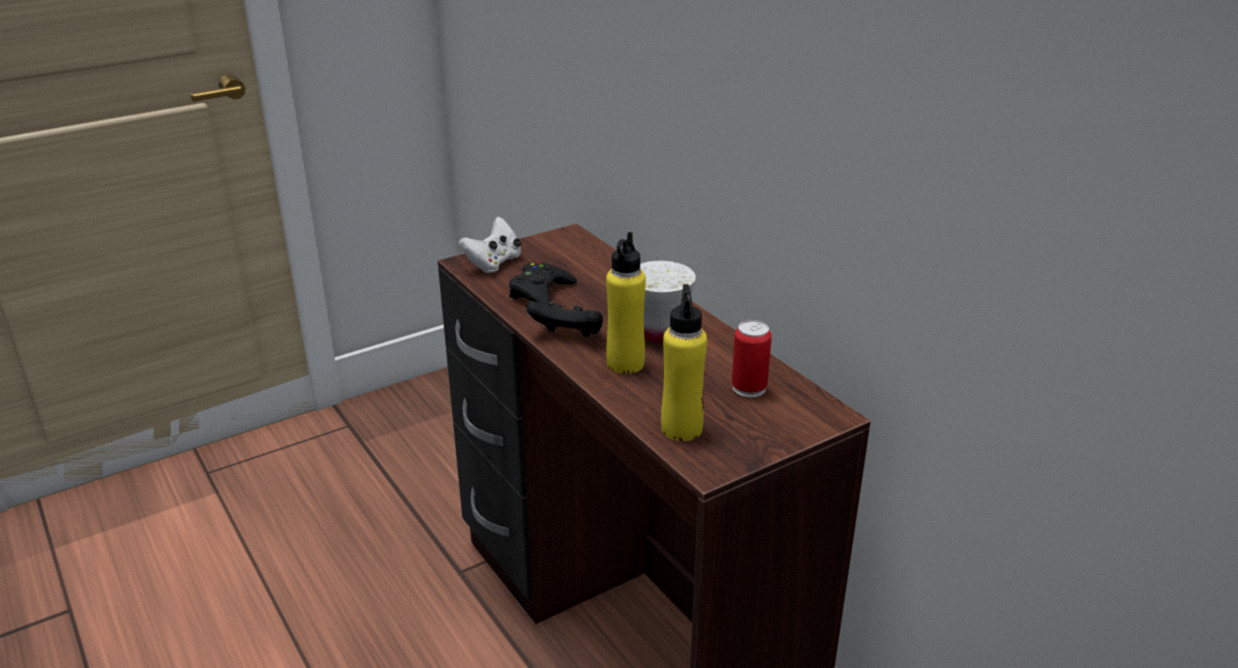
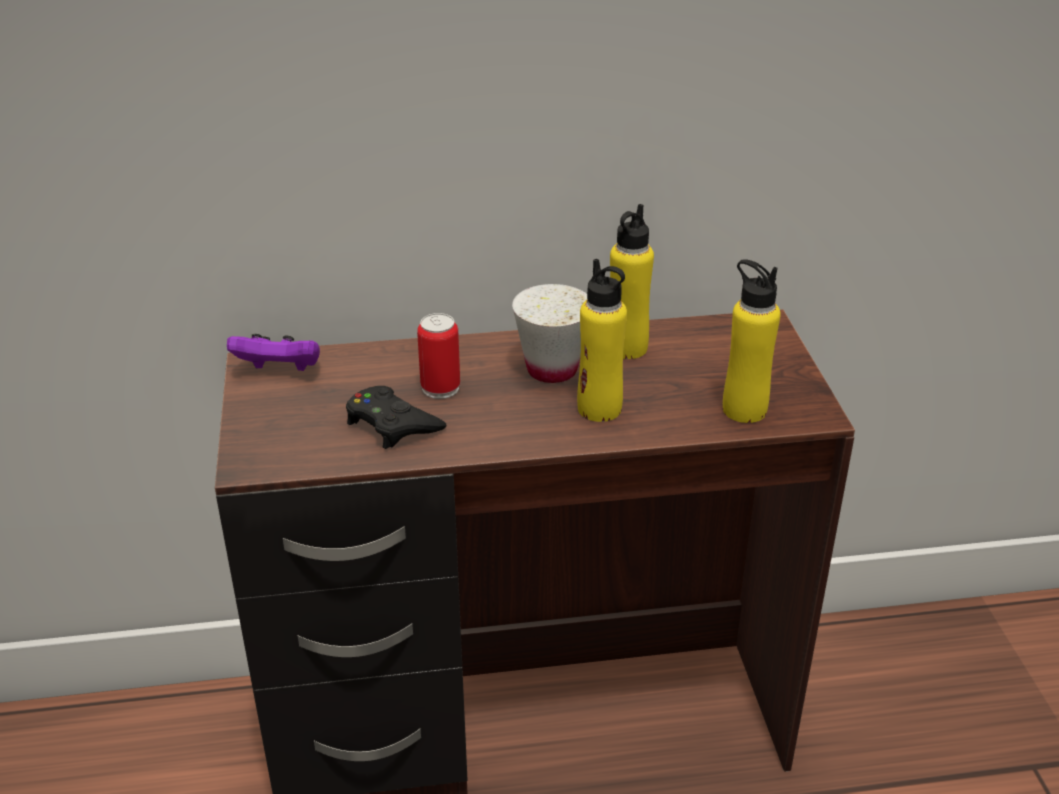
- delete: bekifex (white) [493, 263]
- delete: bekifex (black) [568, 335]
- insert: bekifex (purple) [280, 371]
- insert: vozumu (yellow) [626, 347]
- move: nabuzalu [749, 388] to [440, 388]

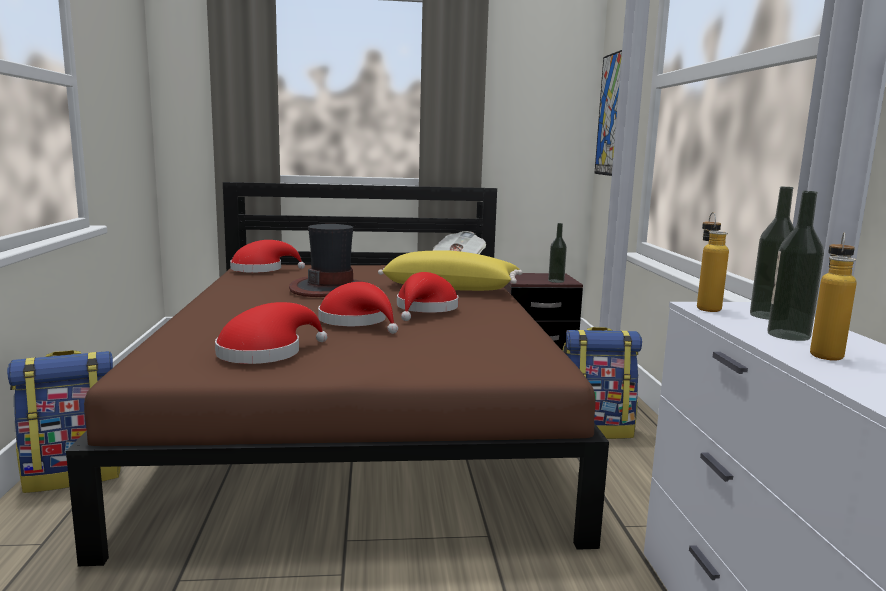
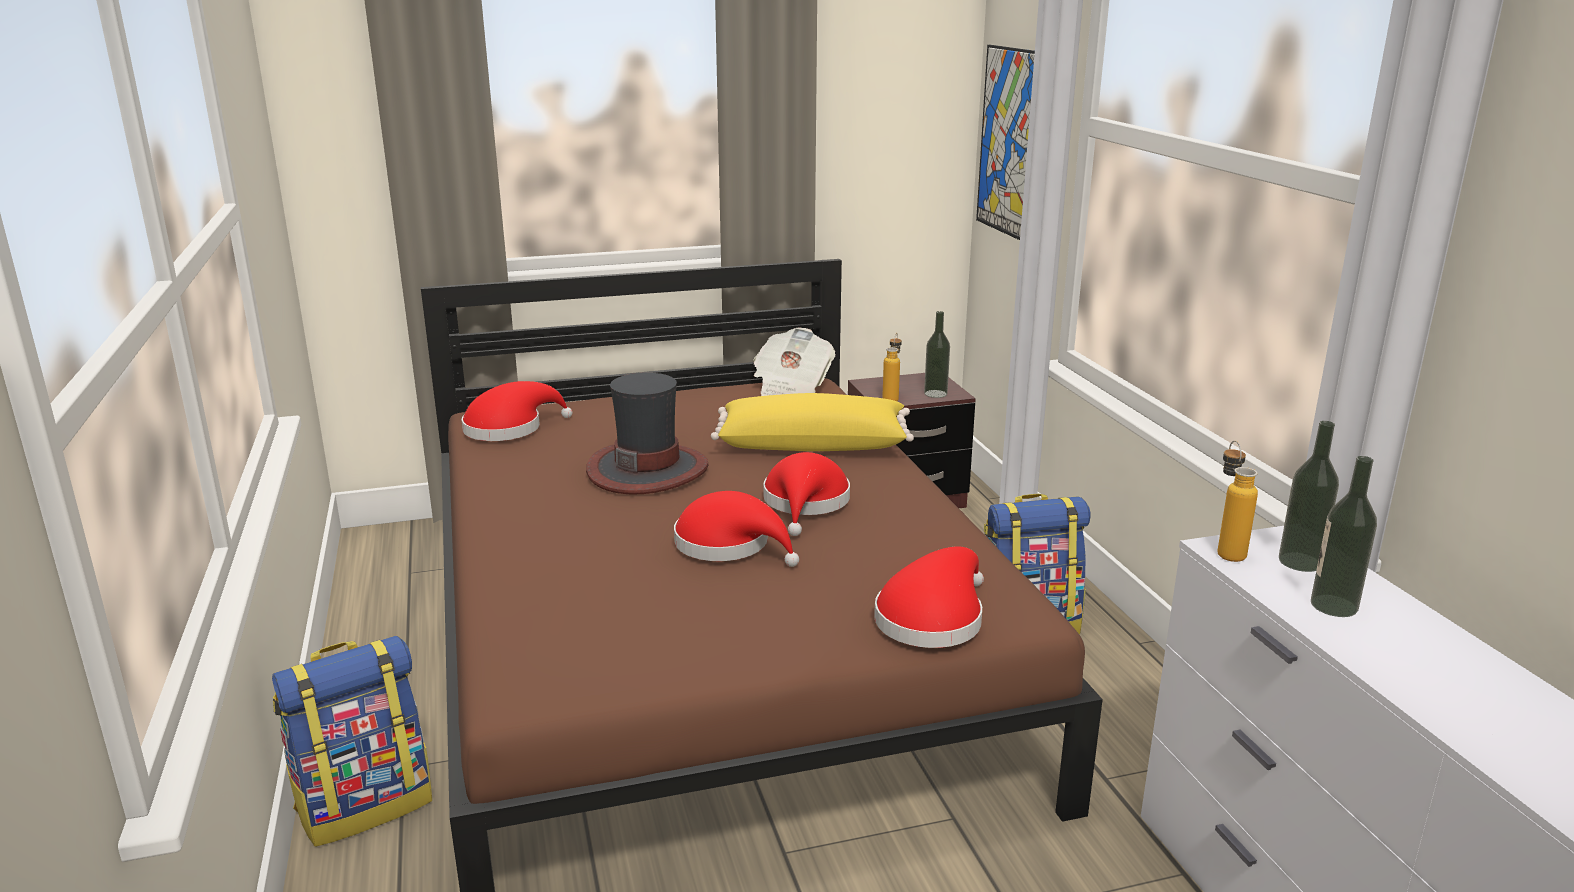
- move: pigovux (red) [265, 352] to [932, 618]
- move: vozumu [825, 353] to [891, 398]

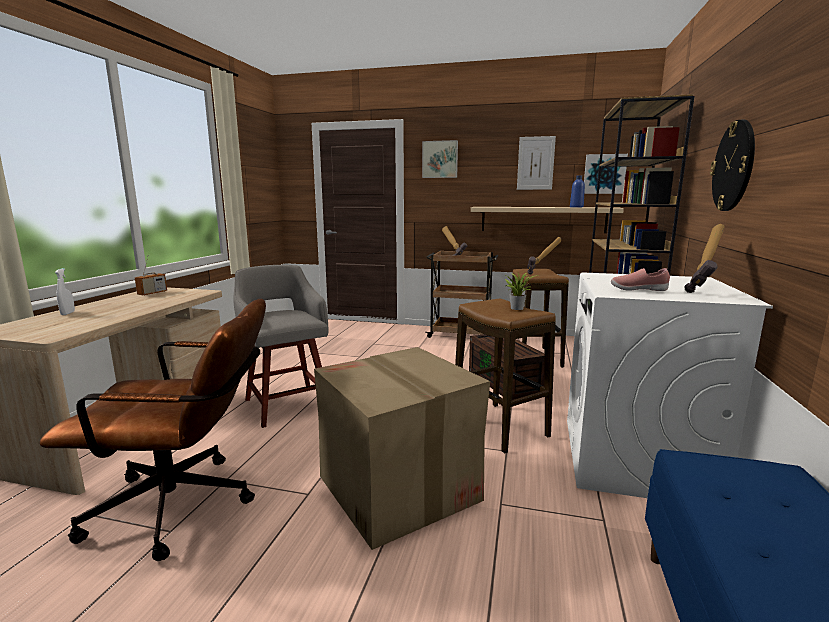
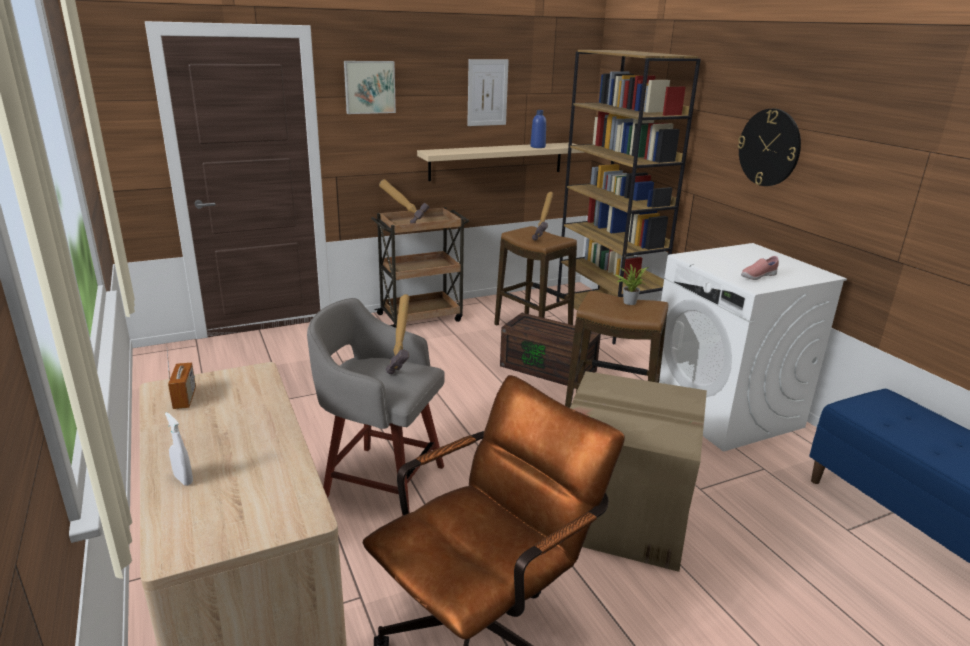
- delete: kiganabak [604, 174]
- move: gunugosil [706, 290] to [404, 363]

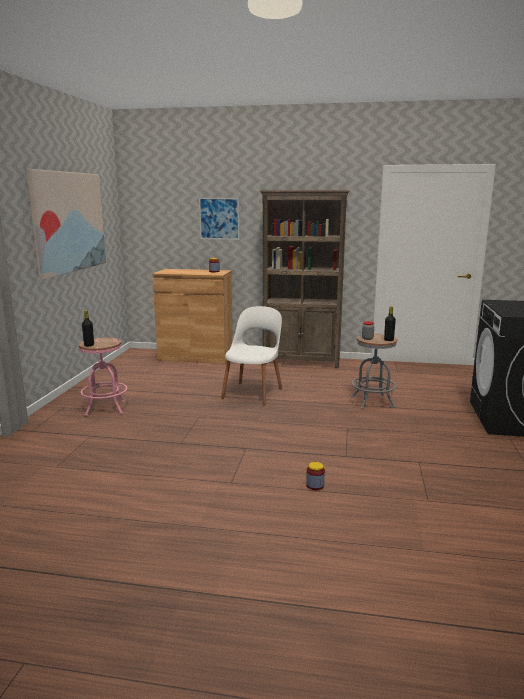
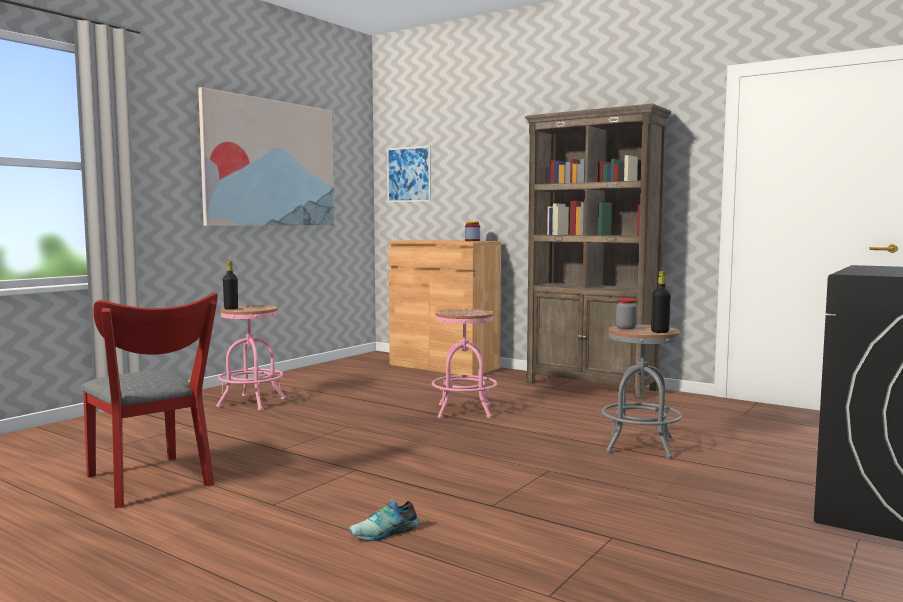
- insert: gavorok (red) [152, 483]
- move: kiganabak [219, 218] to [409, 174]
- replace: gavorok (white) [253, 392] to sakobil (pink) [464, 411]
- replace: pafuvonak [315, 485] to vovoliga [385, 532]

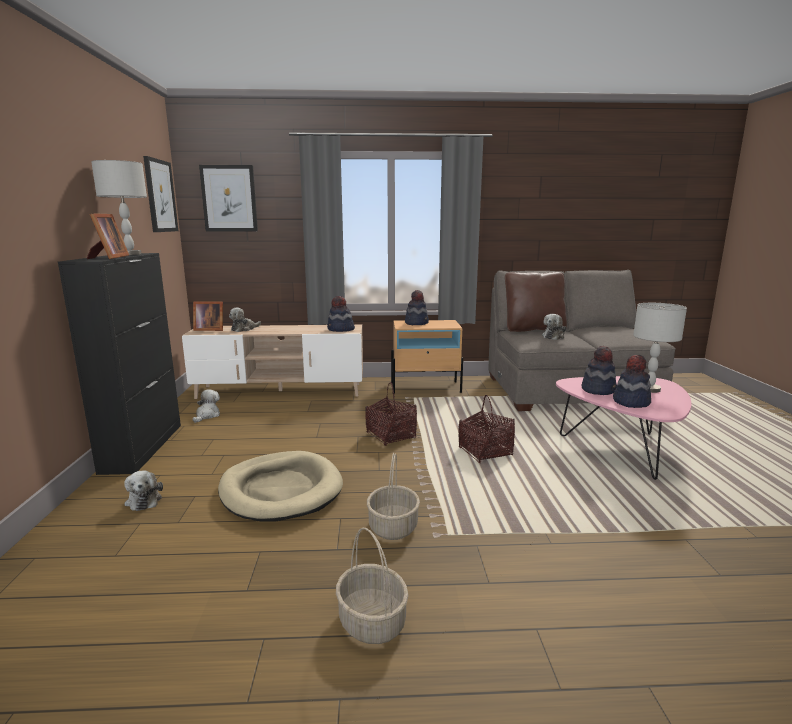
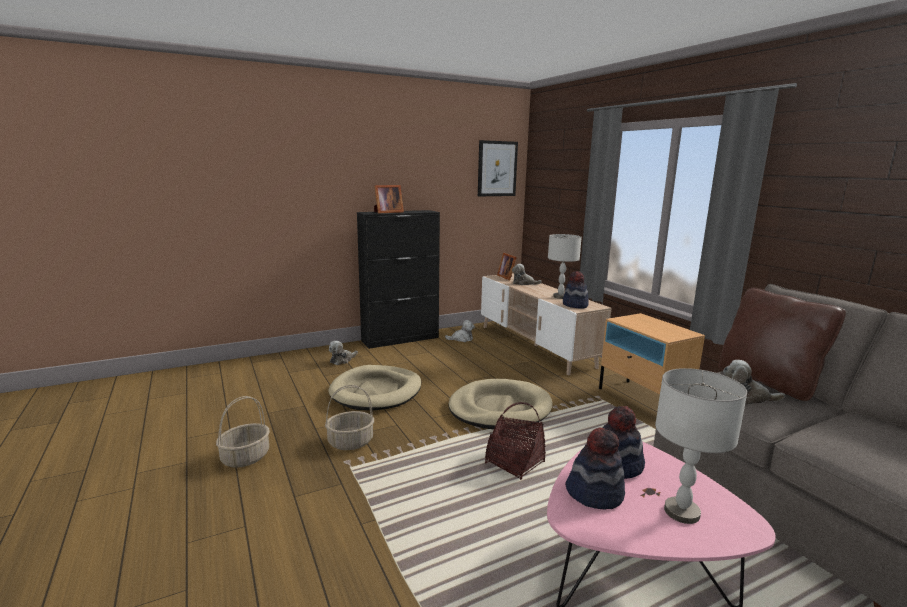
- delete: kiganabak [229, 198]
- delete: pigovux [416, 323]
- move: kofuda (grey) [130, 254] to [560, 297]
- replace: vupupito [391, 436] to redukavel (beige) [499, 409]

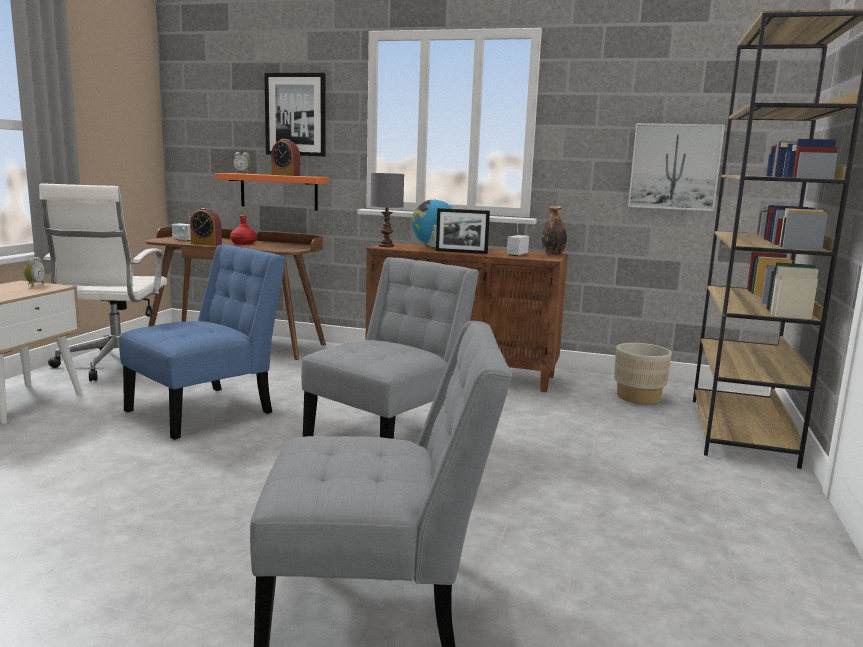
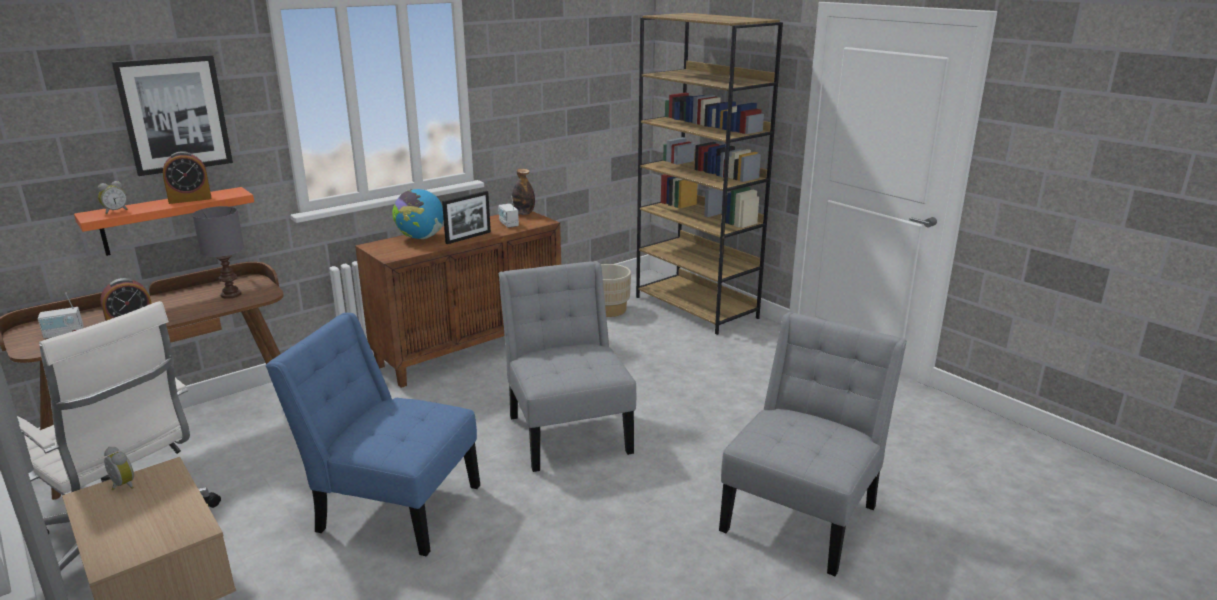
- delete: vozumu (red) [244, 243]
- delete: kiganabak [674, 167]
- move: kofuda (grey) [385, 246] to [230, 295]
- rotate: gavorok (blue) [207, 410] = [392, 506] 60 degrees counterclockwise

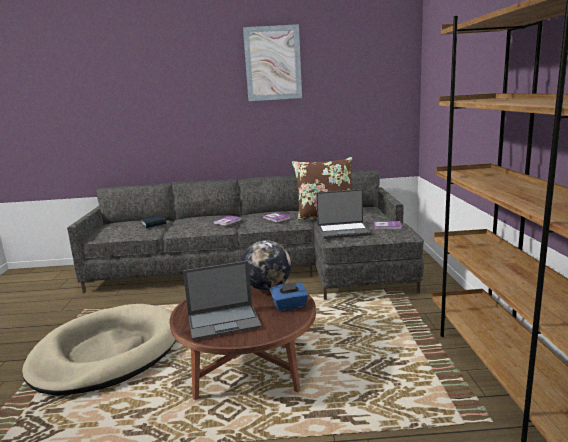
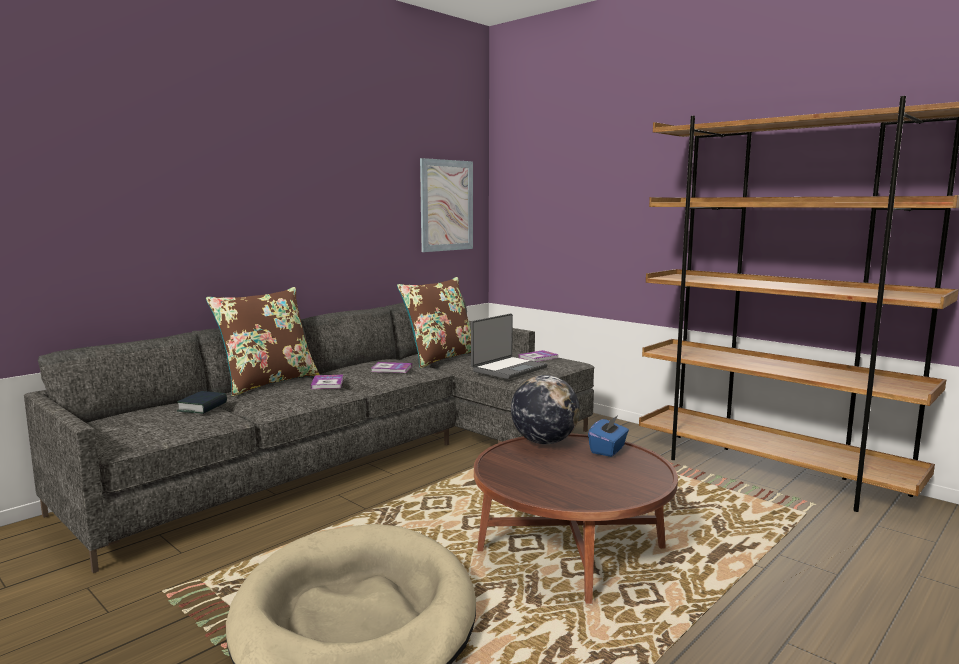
- delete: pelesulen [224, 321]
- insert: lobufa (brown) [268, 382]
- move: kiganabak [273, 63] to [446, 205]

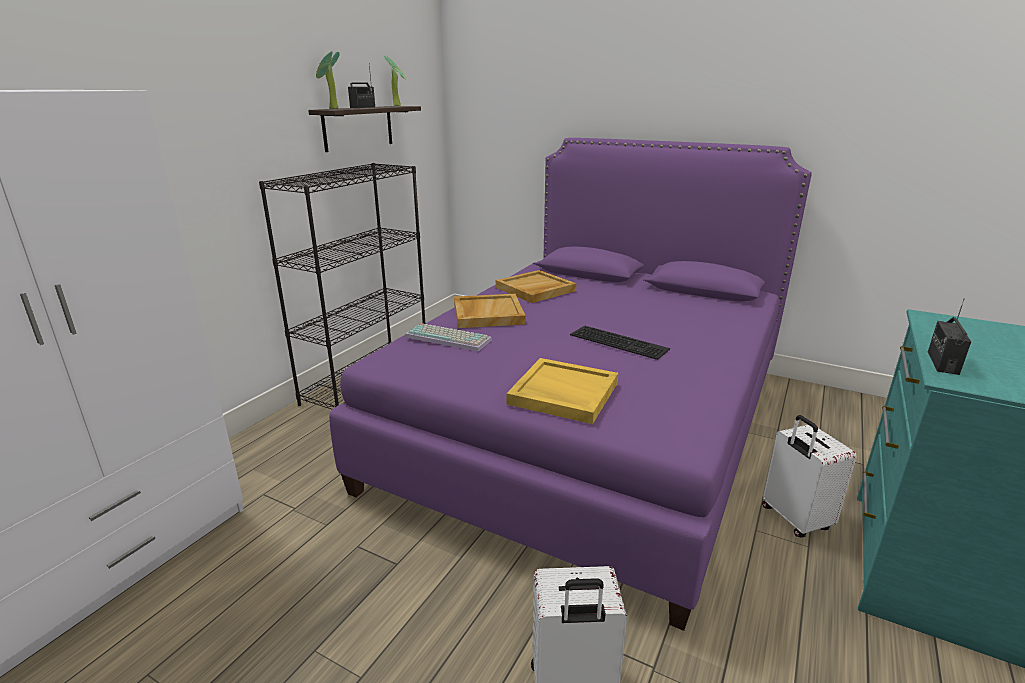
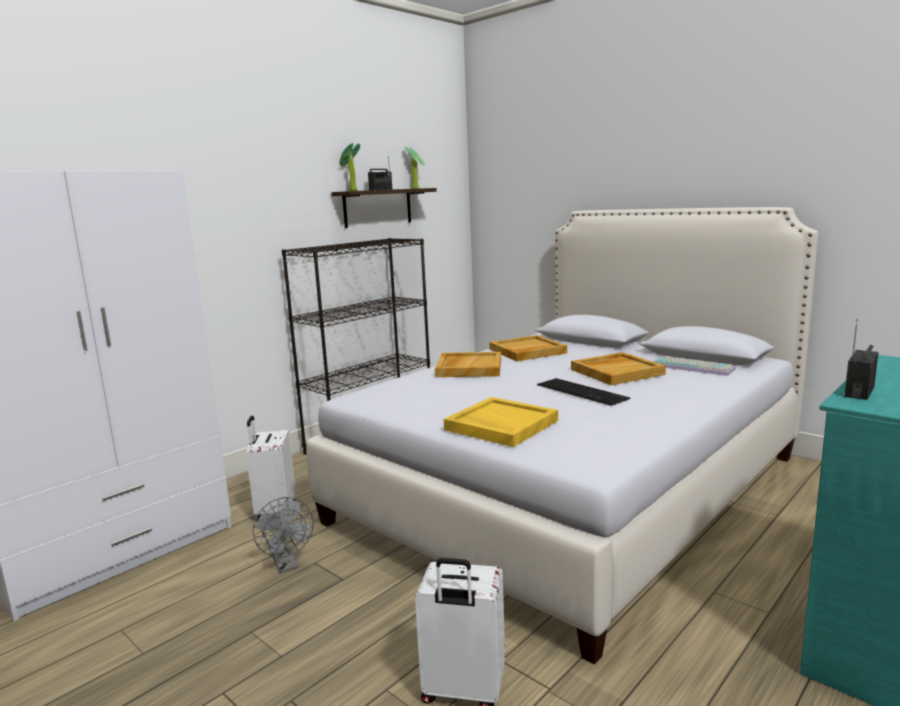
- insert: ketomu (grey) [287, 565]
- insert: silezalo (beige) [617, 371]
- move: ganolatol [449, 338] to [694, 367]
- move: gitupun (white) [794, 519] to [275, 511]
- recolor: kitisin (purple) [590, 424] to kitisin (white) [572, 487]

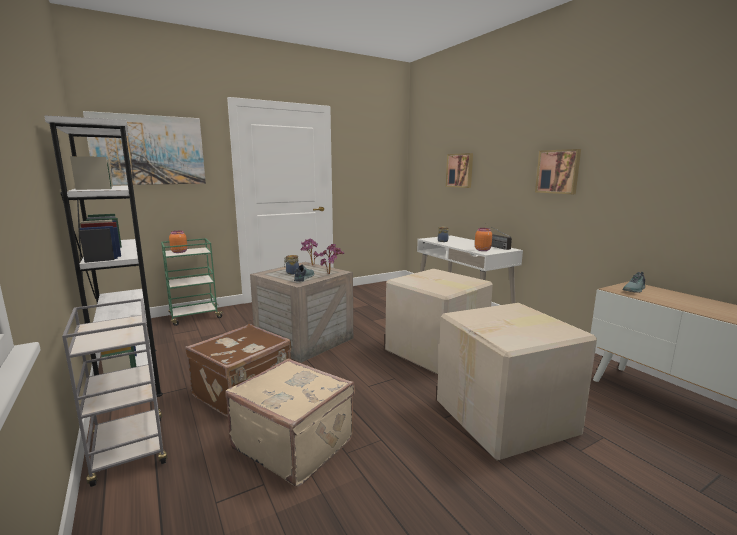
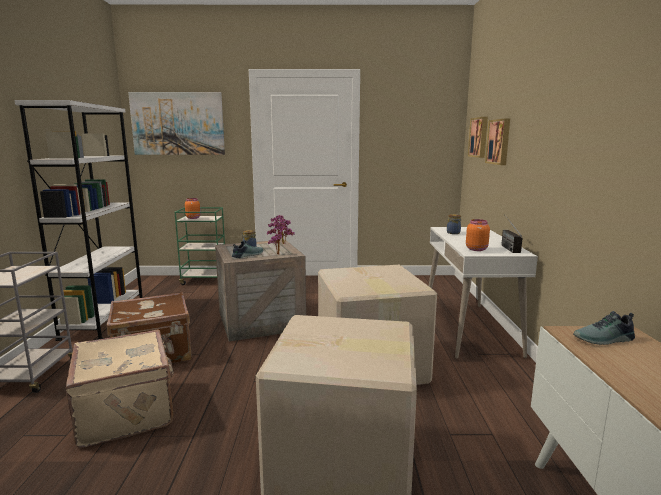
- move: kiganabak [558, 171] to [479, 137]

